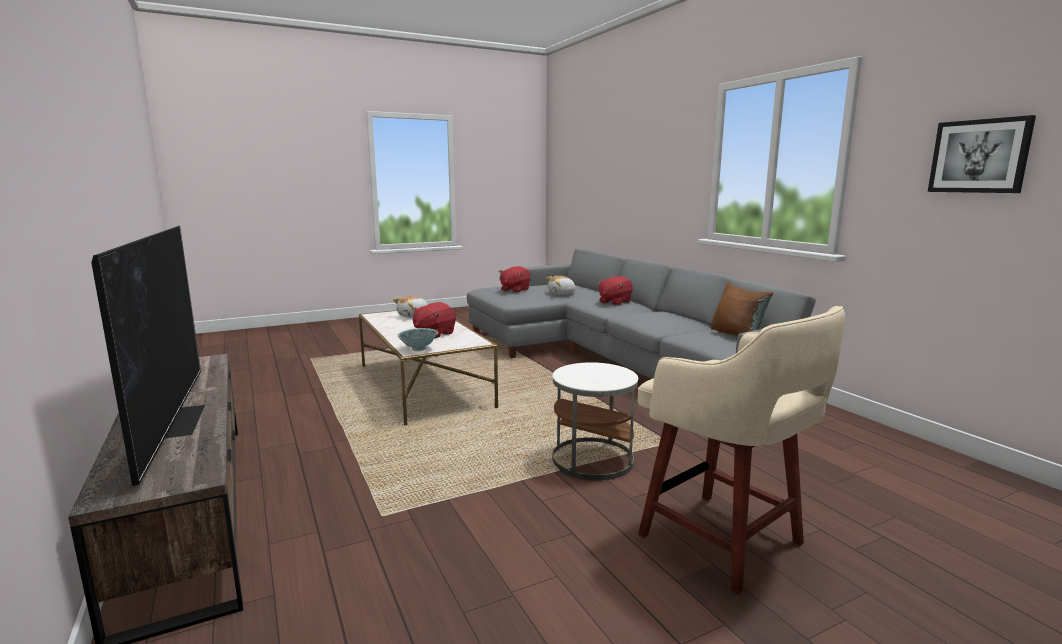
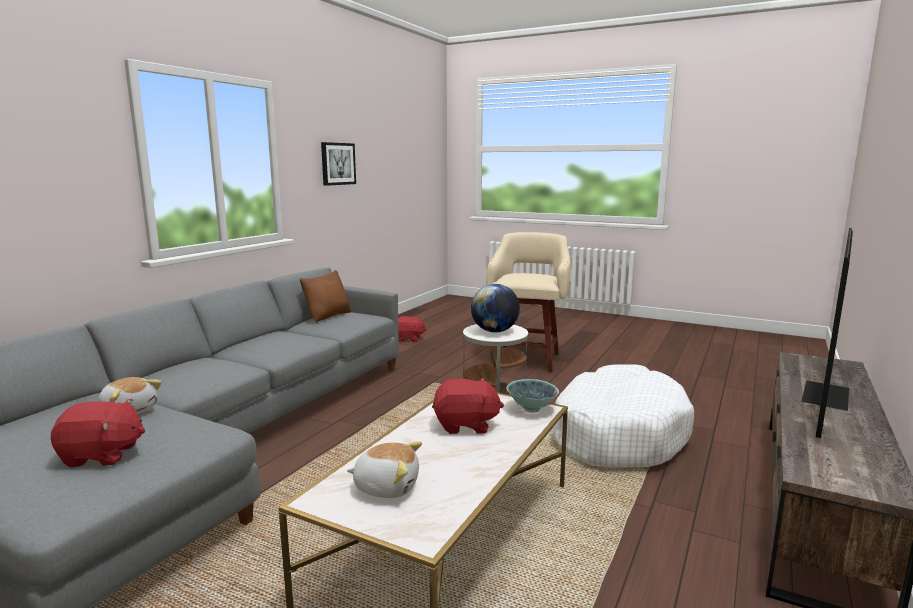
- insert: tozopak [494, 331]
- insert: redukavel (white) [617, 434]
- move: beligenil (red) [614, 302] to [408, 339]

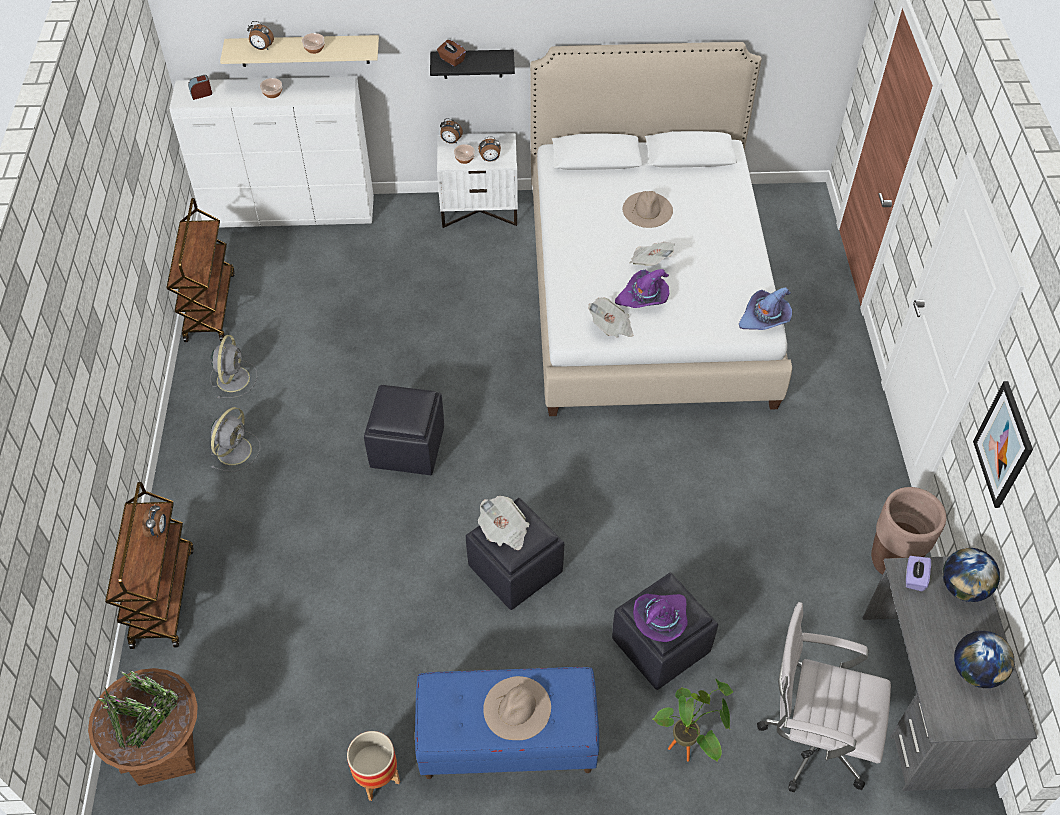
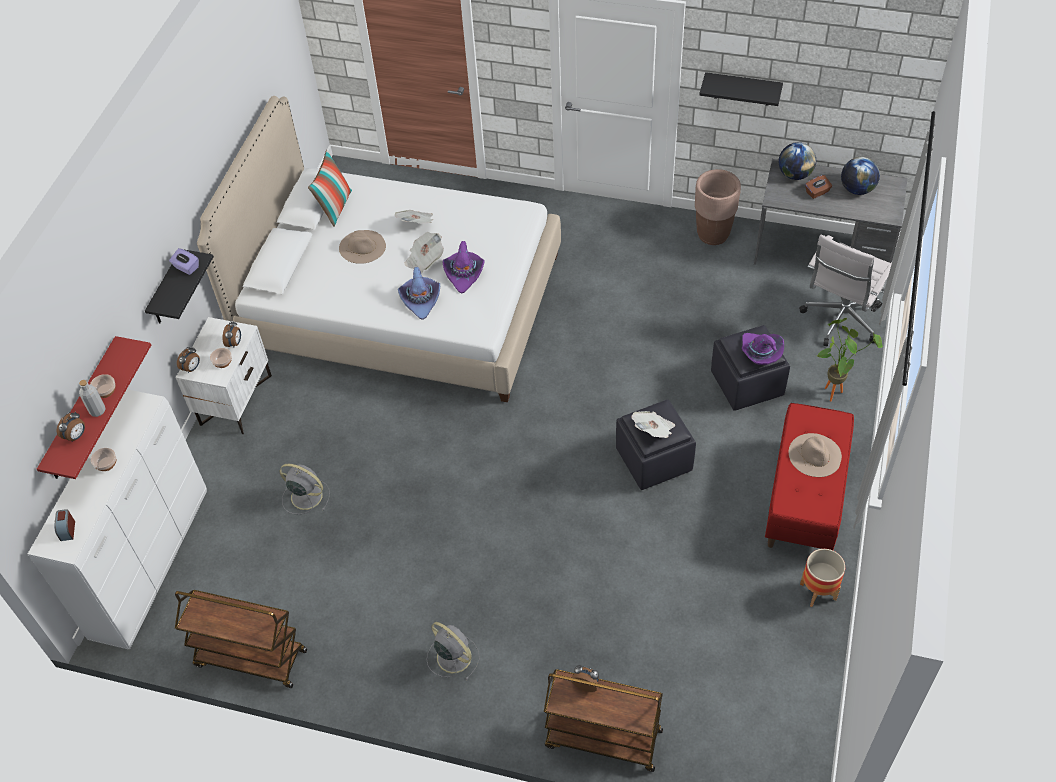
- delete: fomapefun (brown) [165, 752]
- delete: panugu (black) [408, 447]
- insert: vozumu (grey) [97, 411]
- insert: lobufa [335, 207]
- move: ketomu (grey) [233, 378] to [305, 496]
- move: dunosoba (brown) [451, 60] to [817, 192]
- move: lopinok [611, 327] to [417, 224]
- move: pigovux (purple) [765, 318] to [421, 299]
- move: dunosoba (purple) [914, 578] to [186, 267]
- replace: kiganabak [1003, 445] to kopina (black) [742, 89]
- recolor: kopina (beige) [304, 50] to kopina (red) [83, 410]
- recolor: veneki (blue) [507, 742] to veneki (red) [805, 498]

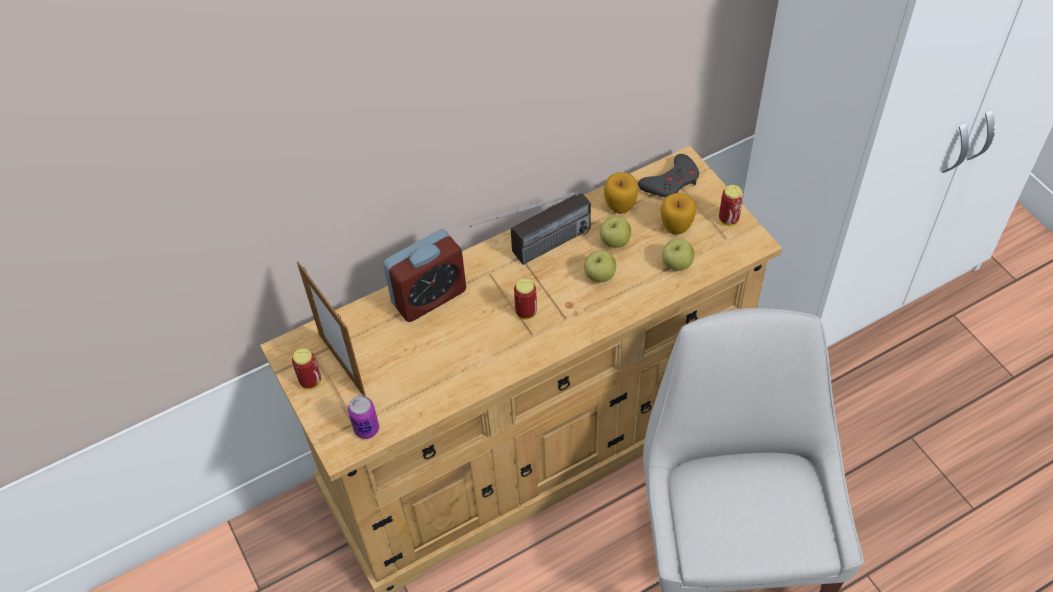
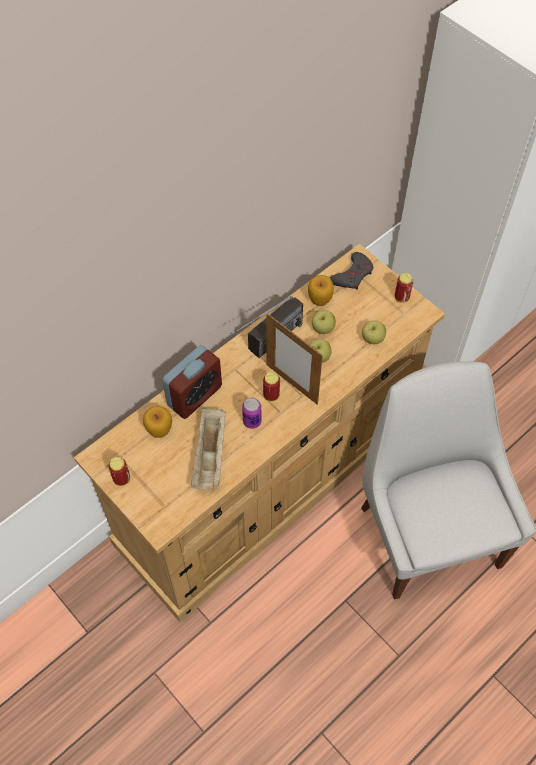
- insert: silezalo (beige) [210, 456]
- move: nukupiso [342, 365] to [292, 384]
- move: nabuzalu [366, 429] to [252, 421]
- move: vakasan [676, 227] to [159, 430]

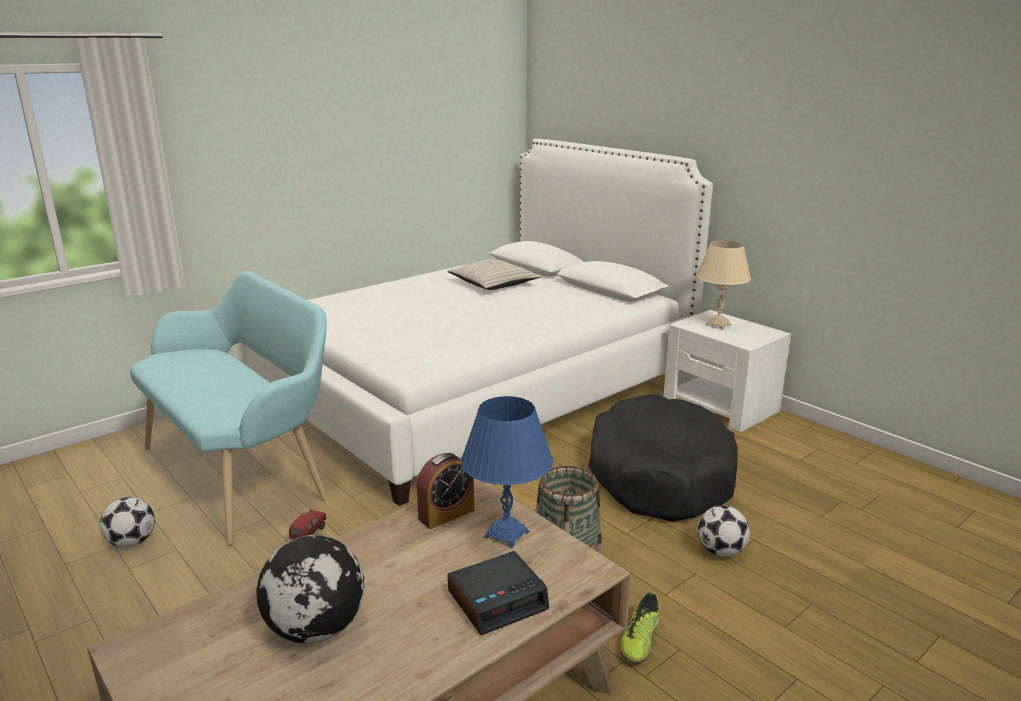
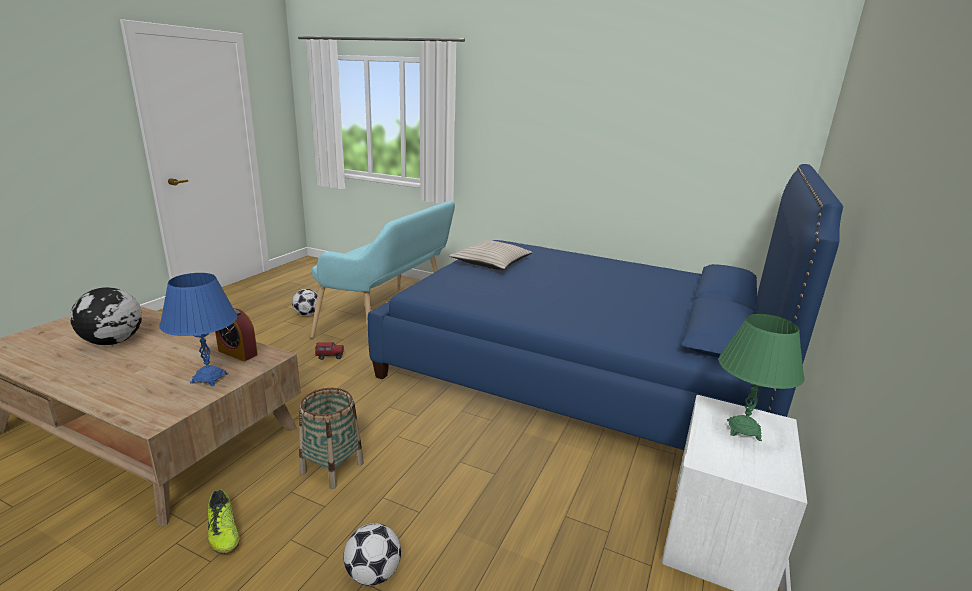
- delete: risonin [498, 599]
- delete: redukavel (black) [659, 475]
- move: lobufa (beige) [493, 284] to [492, 263]
- recolor: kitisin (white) [479, 388] to kitisin (blue) [580, 366]
- recolor: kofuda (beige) [718, 325] to kofuda (green) [743, 430]
- rotate: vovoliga [640, 640] = [223, 532] 120 degrees counterclockwise

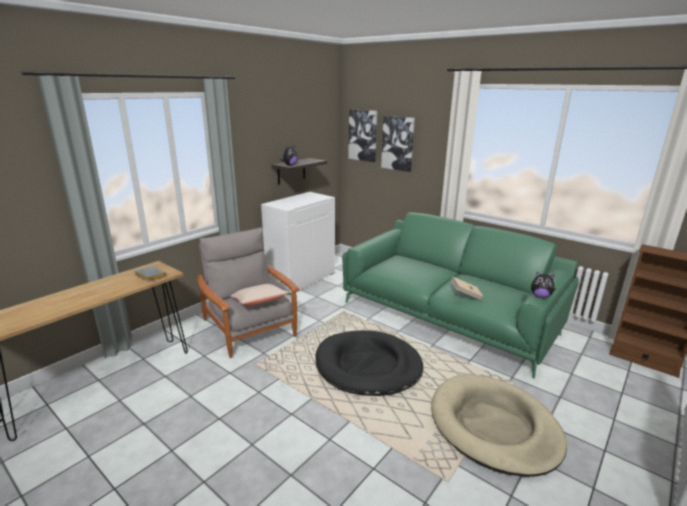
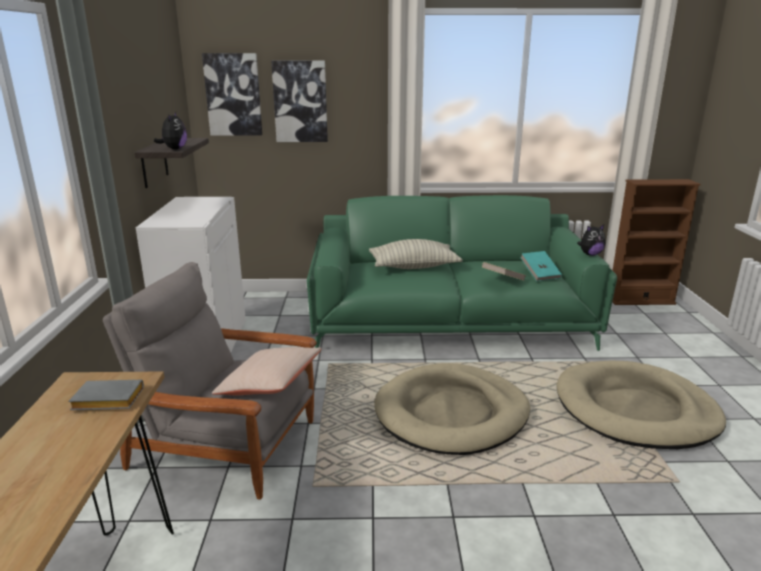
- insert: lobufa [414, 267]
- insert: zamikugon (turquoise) [540, 274]
- recolor: redukavel (black) [368, 366] to redukavel (beige) [451, 413]

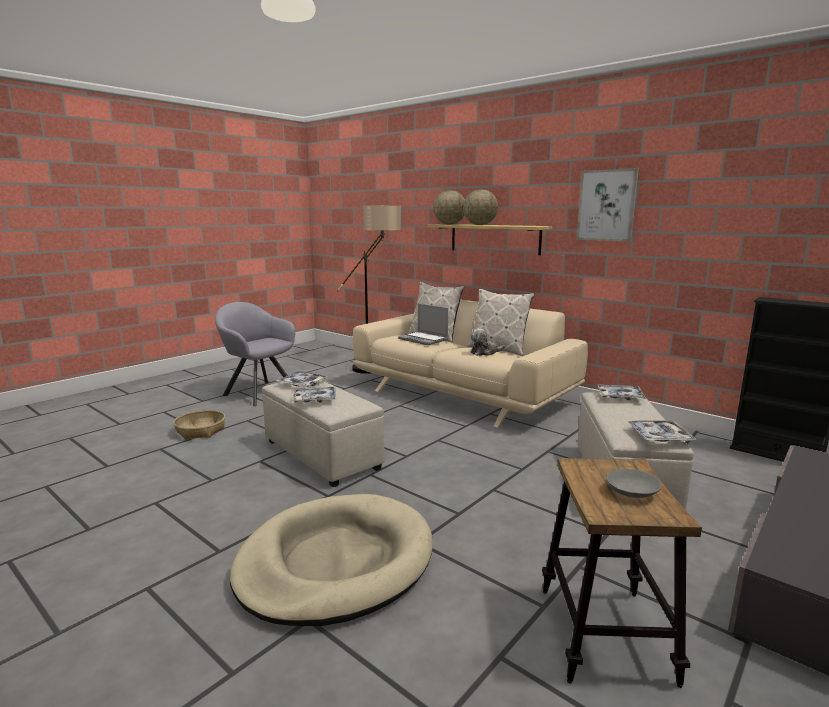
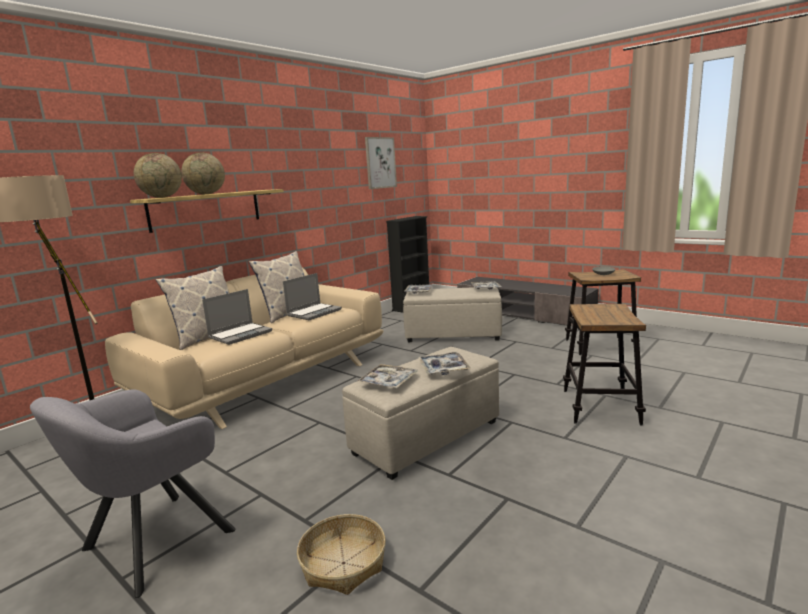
- move: kiganabak [606, 205] to [380, 163]
- replace: redukavel (beige) [335, 562] to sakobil [600, 407]
- replace: beligenil [485, 352] to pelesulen [314, 312]

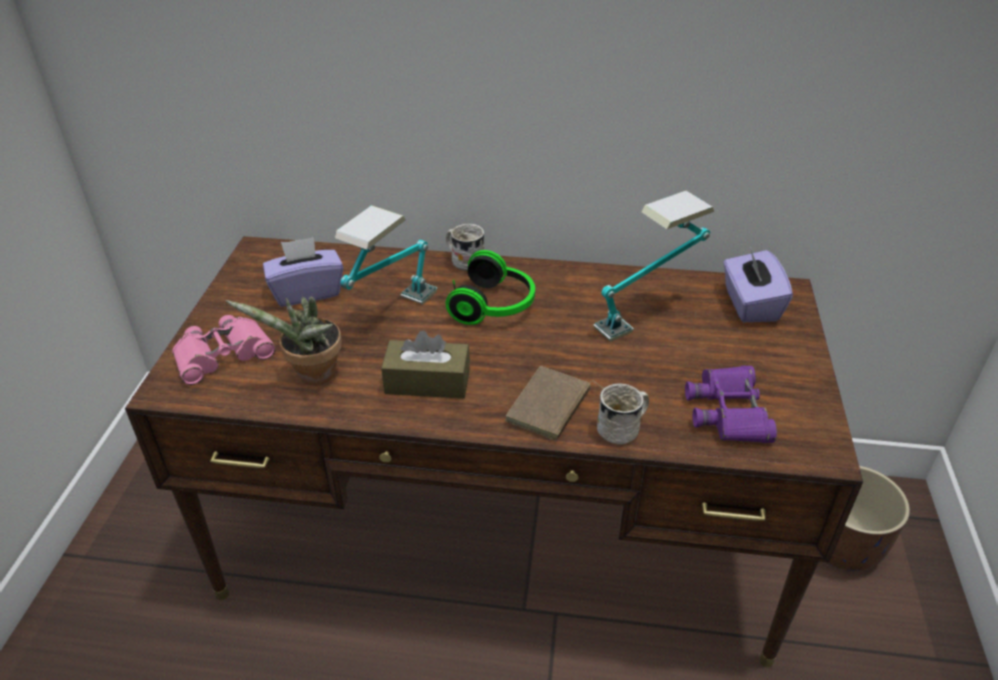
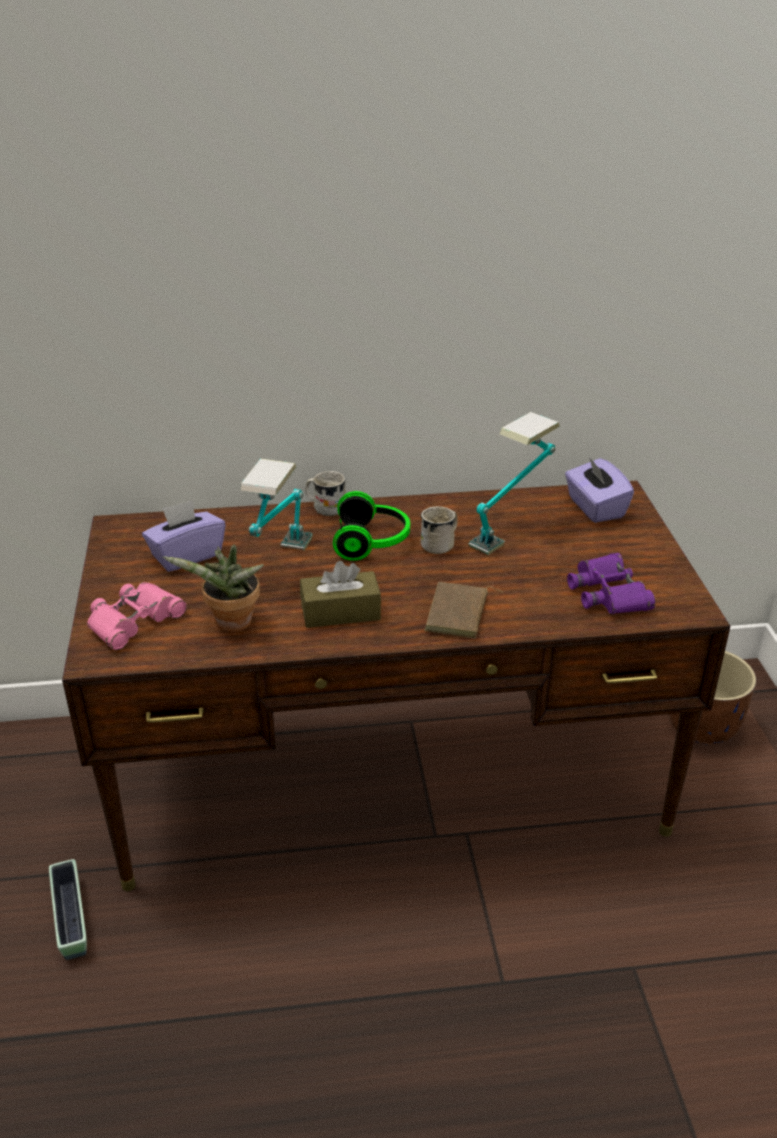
- insert: fomapefun [71, 919]
- move: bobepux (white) [623, 429] to [441, 544]

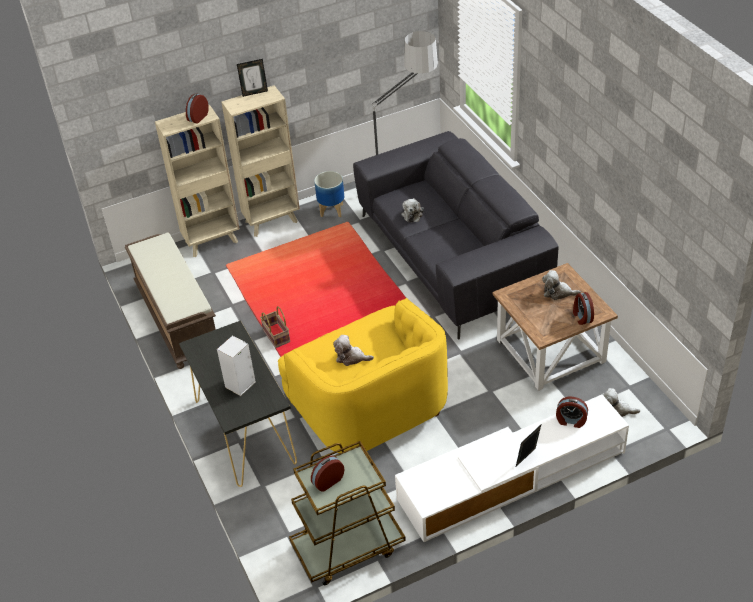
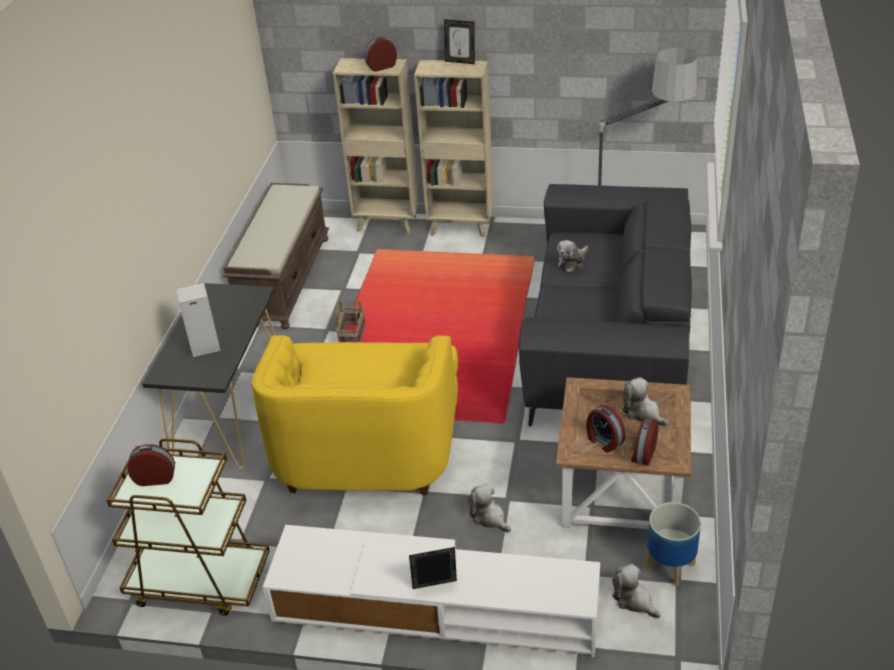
- move: fomapefun [331, 210] to [670, 566]
- move: beligenil [351, 357] to [489, 517]
- move: risonin [571, 421] to [604, 441]

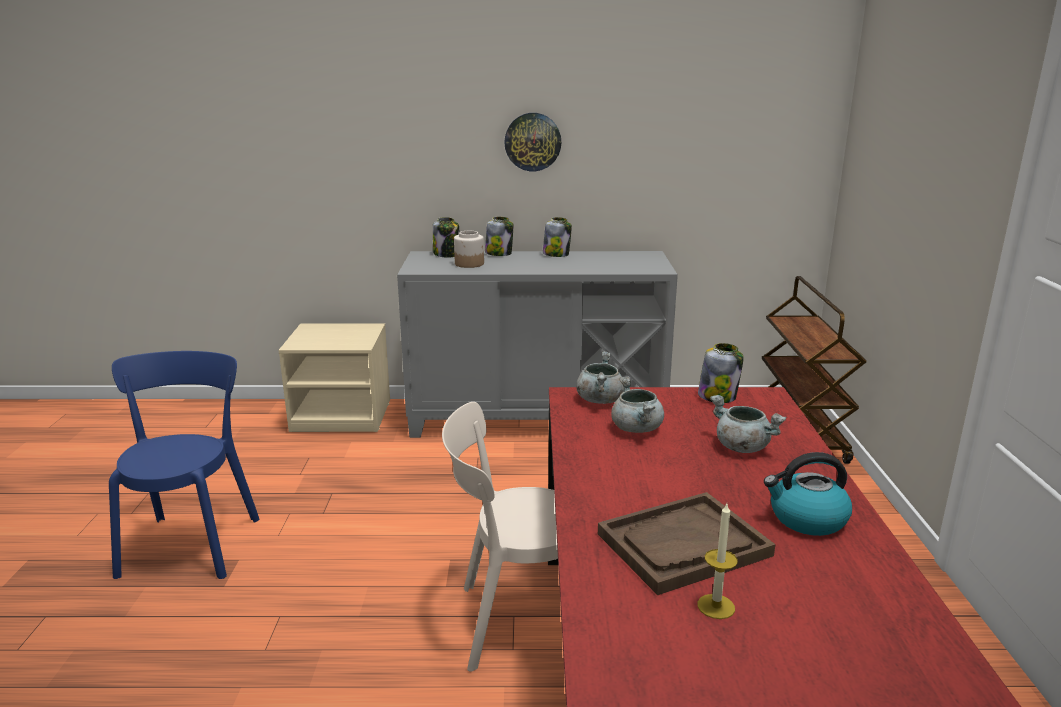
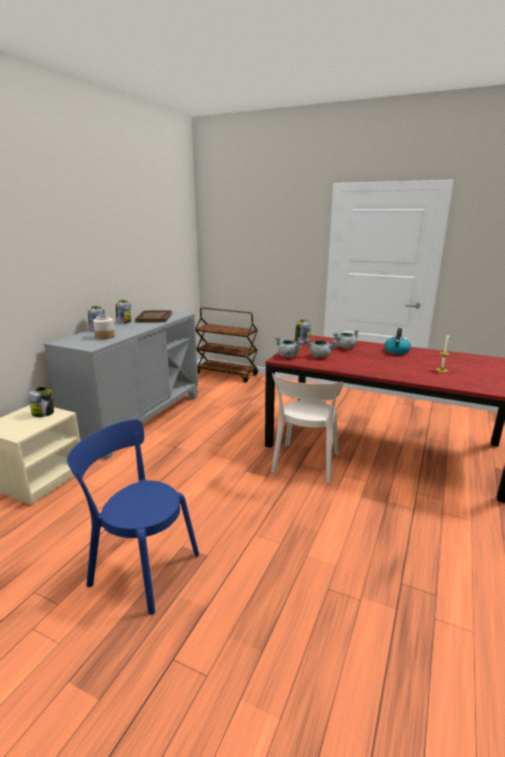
- delete: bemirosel [532, 142]
- move: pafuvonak [447, 254] to [43, 413]
- move: silezalo (brown) [683, 545] to [154, 318]

